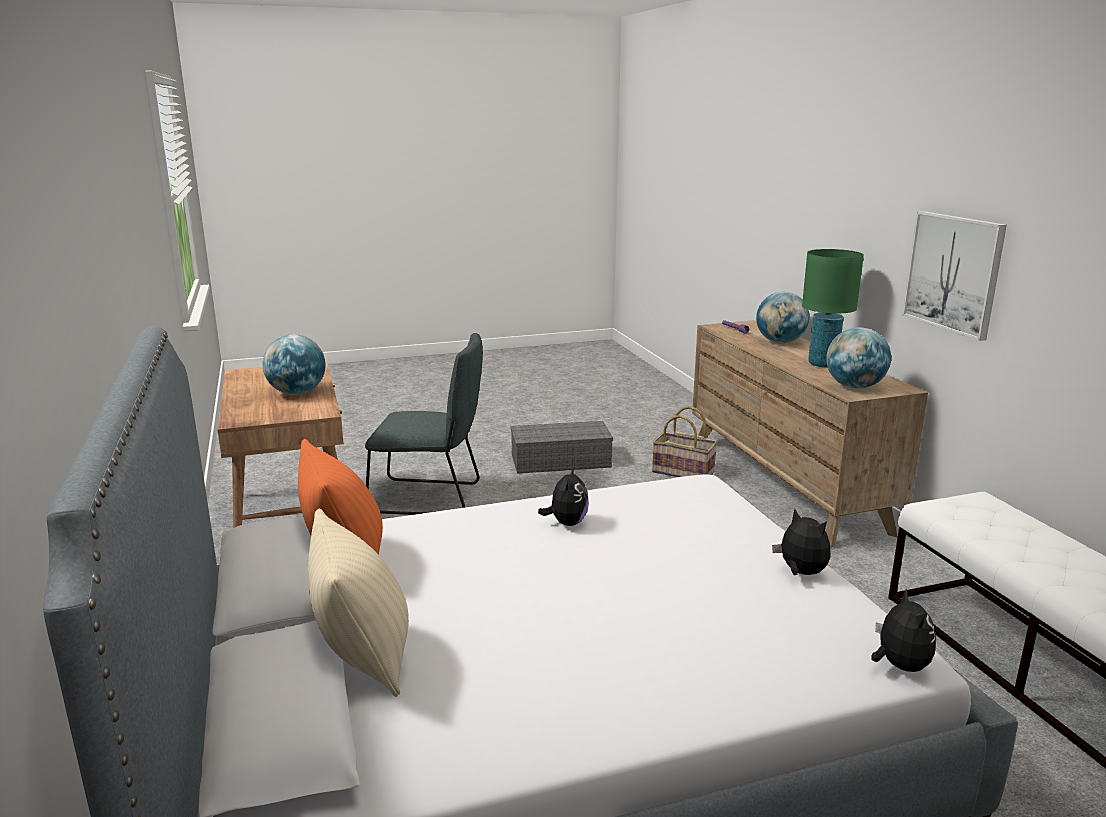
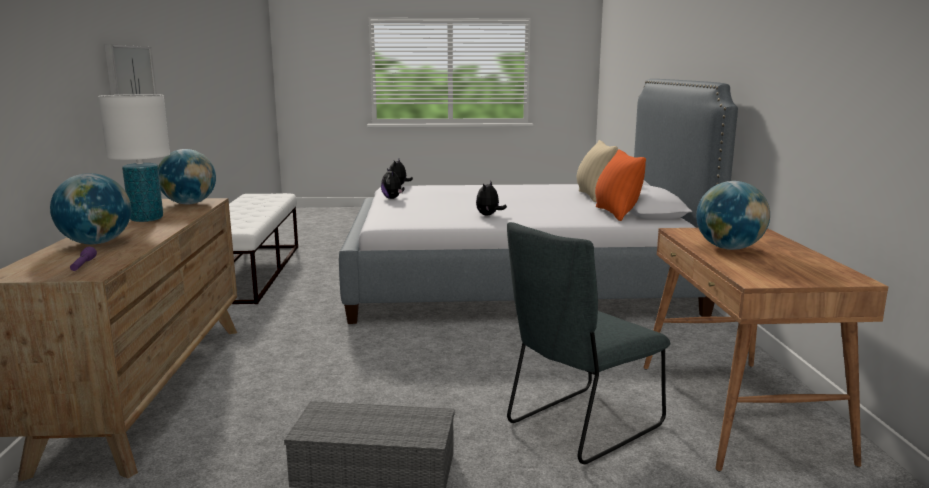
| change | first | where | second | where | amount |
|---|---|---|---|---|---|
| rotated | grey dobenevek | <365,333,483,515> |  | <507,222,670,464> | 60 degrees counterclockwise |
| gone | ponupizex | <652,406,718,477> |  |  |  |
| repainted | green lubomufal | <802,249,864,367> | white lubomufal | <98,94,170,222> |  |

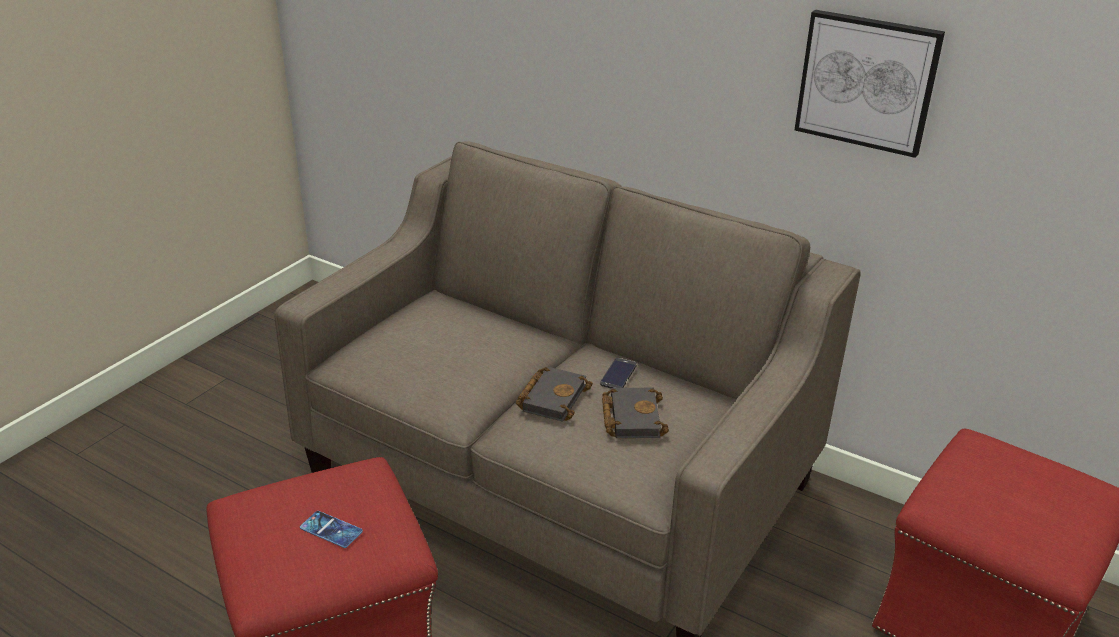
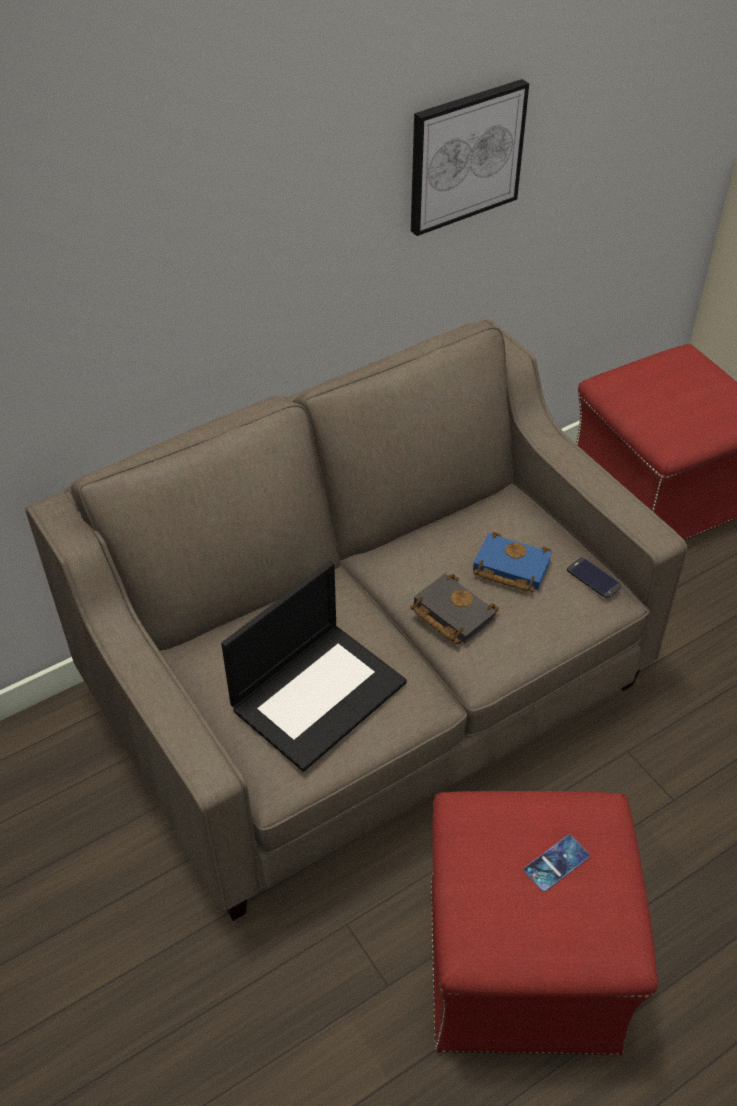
| change | first | where | second | where | amount |
|---|---|---|---|---|---|
| shifted | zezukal | <600,358,637,388> |  | <567,557,621,598> |  |
| repainted | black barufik | <602,388,669,438> | blue barufik | <473,532,552,592> |  |
| new |  |  | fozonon | <221,561,407,772> |  |

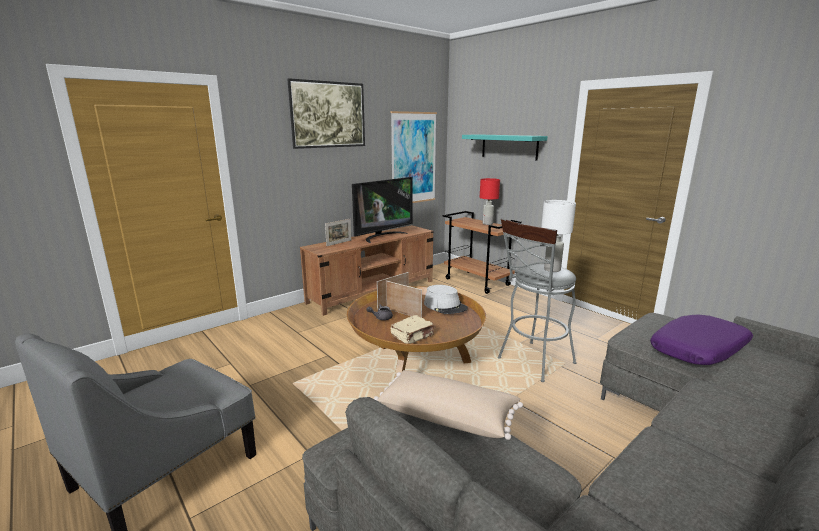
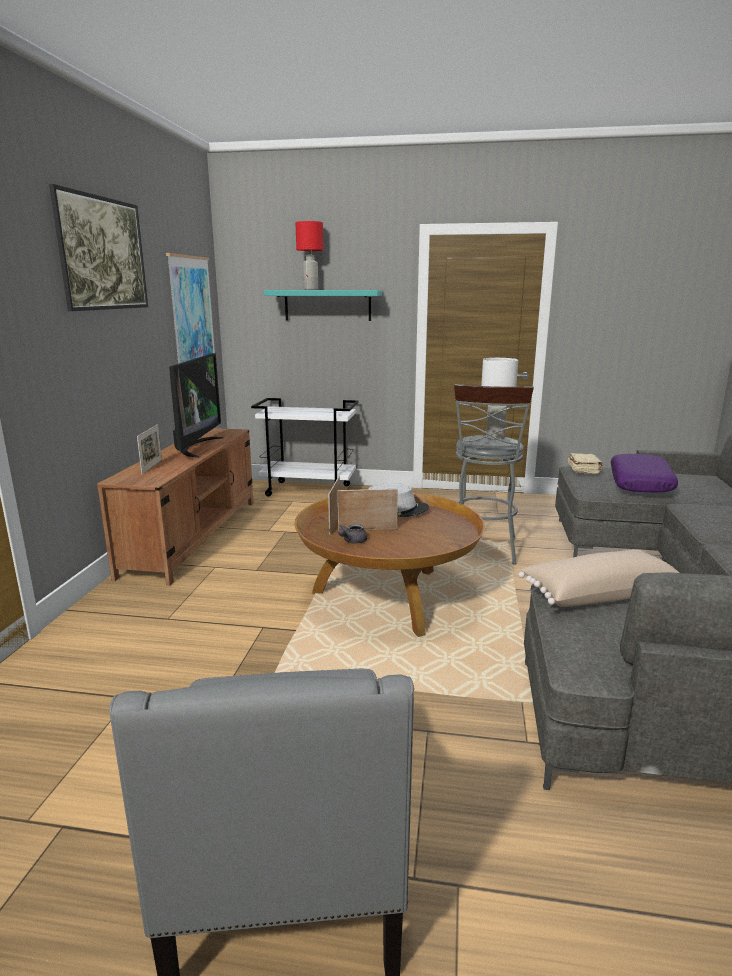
| change | first | where | second | where | amount |
|---|---|---|---|---|---|
| shifted | beige barufik | <391,315,434,344> |  | <568,453,603,474> |  |
| repainted | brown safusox | <443,211,522,294> | white safusox | <251,398,358,496> |  |
| shifted | red lubomufal | <480,178,500,225> |  | <295,221,324,290> |  |

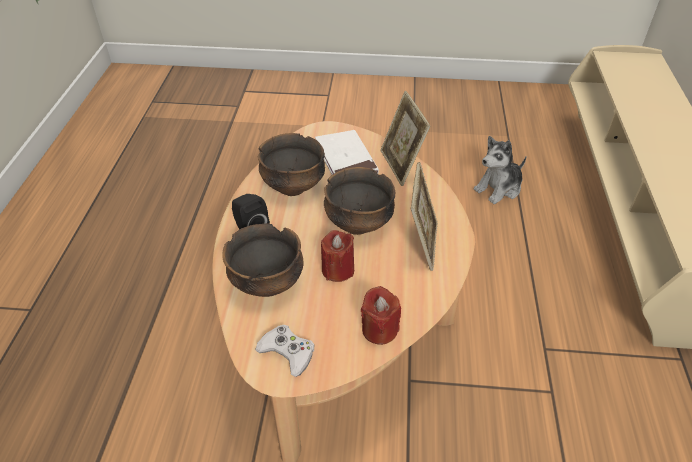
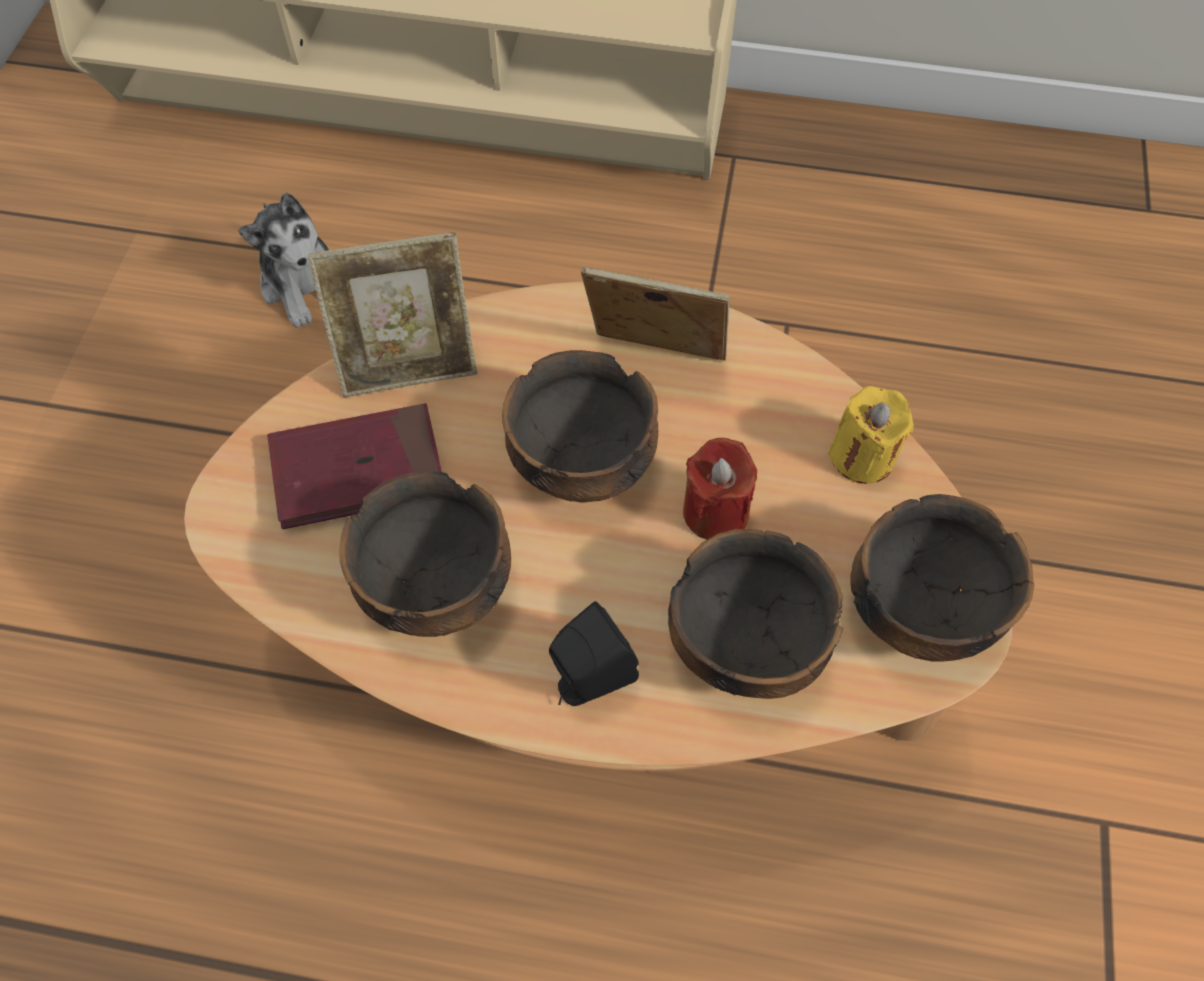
| change | first | where | second | where | amount |
|---|---|---|---|---|---|
| swapped | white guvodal | <255,325,314,377> | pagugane | <851,494,1035,662> |  |
| repainted | white barufik | <315,130,379,175> | red barufik | <267,403,442,529> |  |
| repainted | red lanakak | <361,286,401,345> | yellow lanakak | <828,386,914,484> |  |

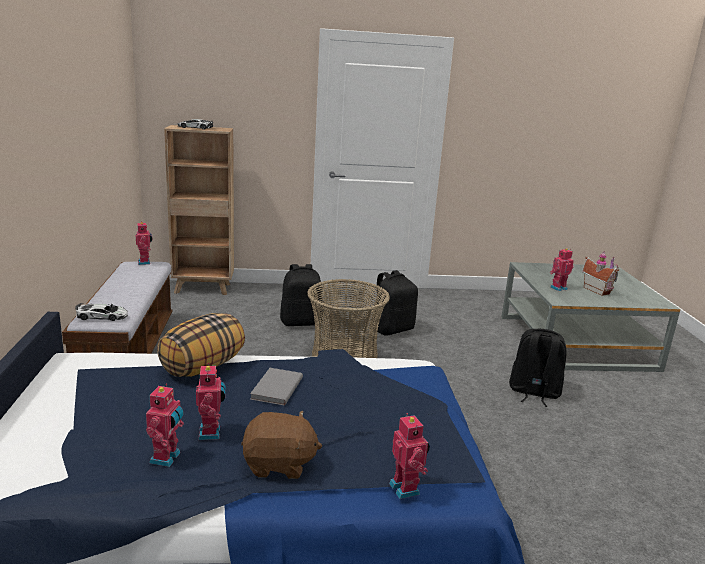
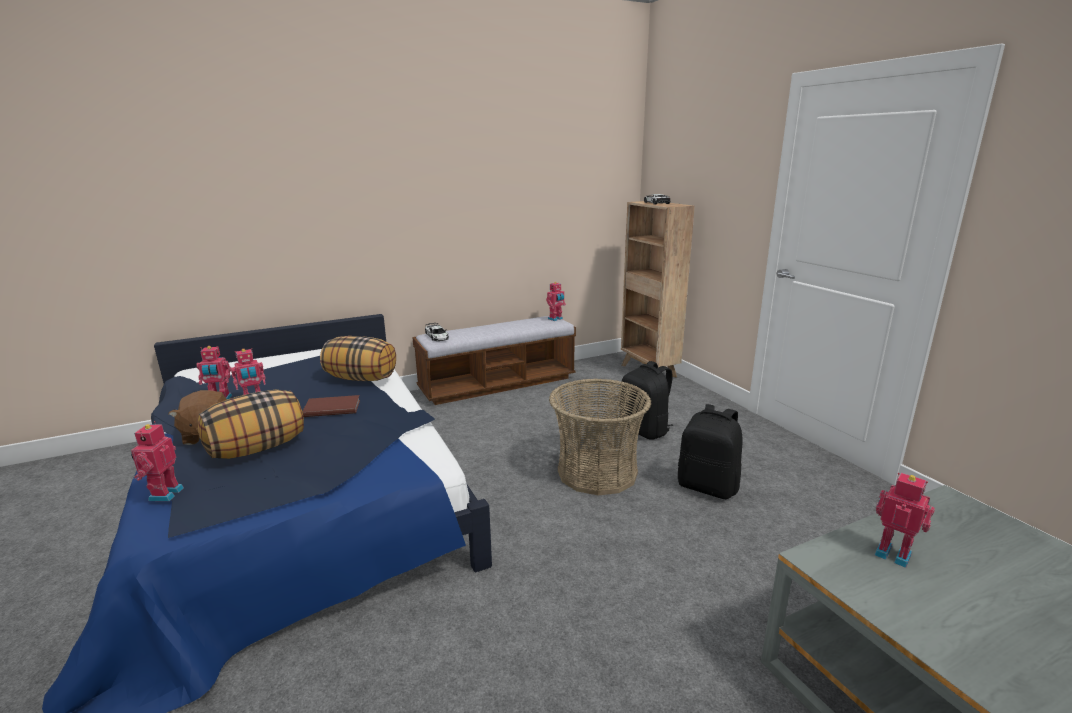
| change | first | where | second | where | amount |
|---|---|---|---|---|---|
| repainted | grey barufik | <250,368,303,405> | brown barufik | <302,395,360,417> |  |
| rotated | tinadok | <389,413,430,499> |  | <131,421,184,501> | 135 degrees clockwise |
| gone | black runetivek | <509,329,567,407> |  |  |  |
| gone | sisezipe | <582,251,619,296> |  |  |  |
| new |  |  | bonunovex | <198,390,304,459> |  |

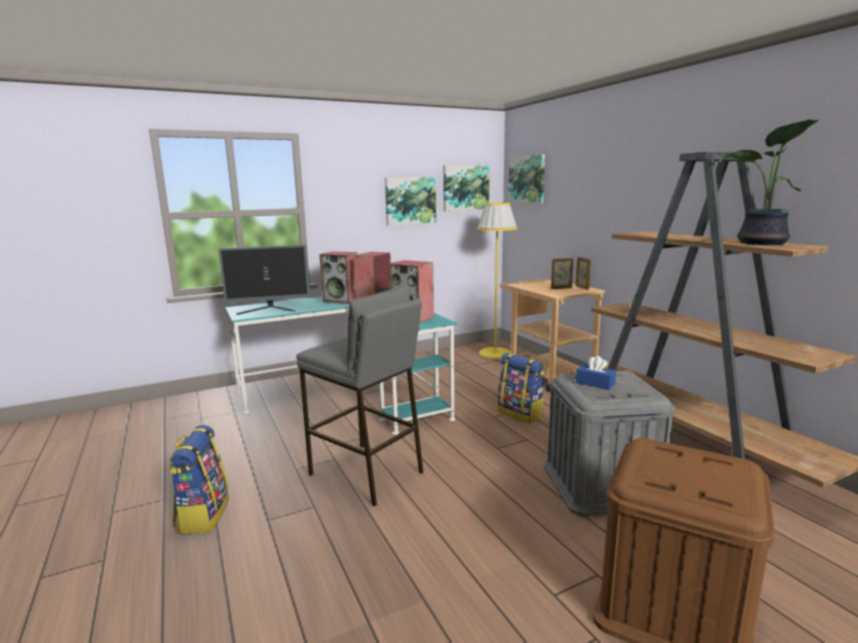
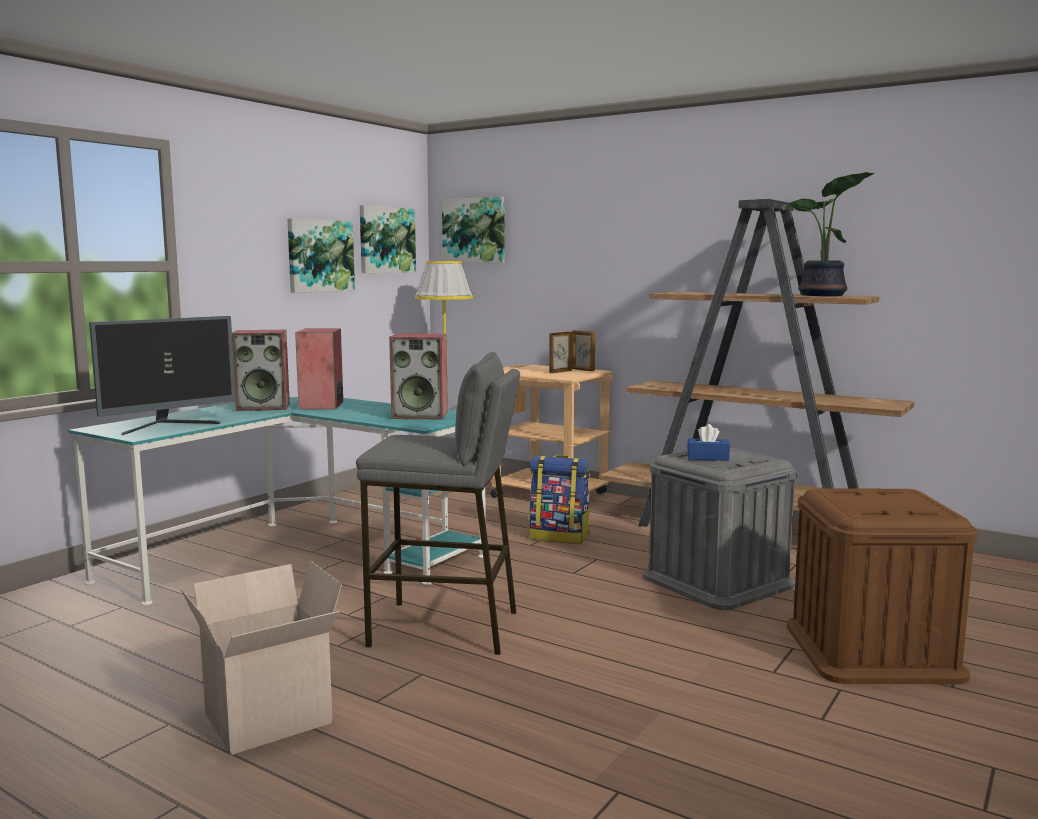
| change | first | where | second | where | amount |
|---|---|---|---|---|---|
| swapped | runetivek | <168,425,229,534> | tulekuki | <180,561,342,755> |  |

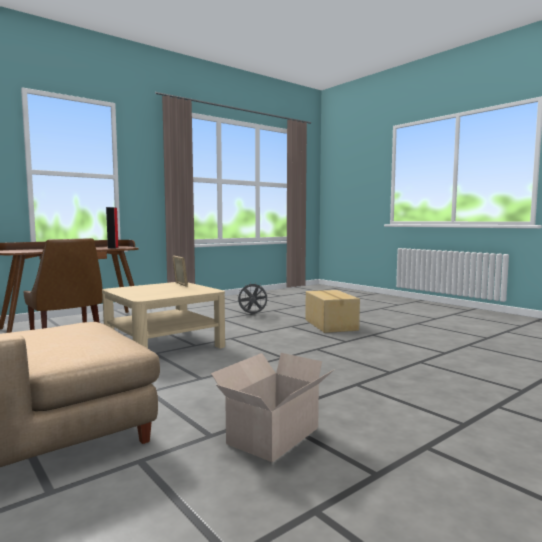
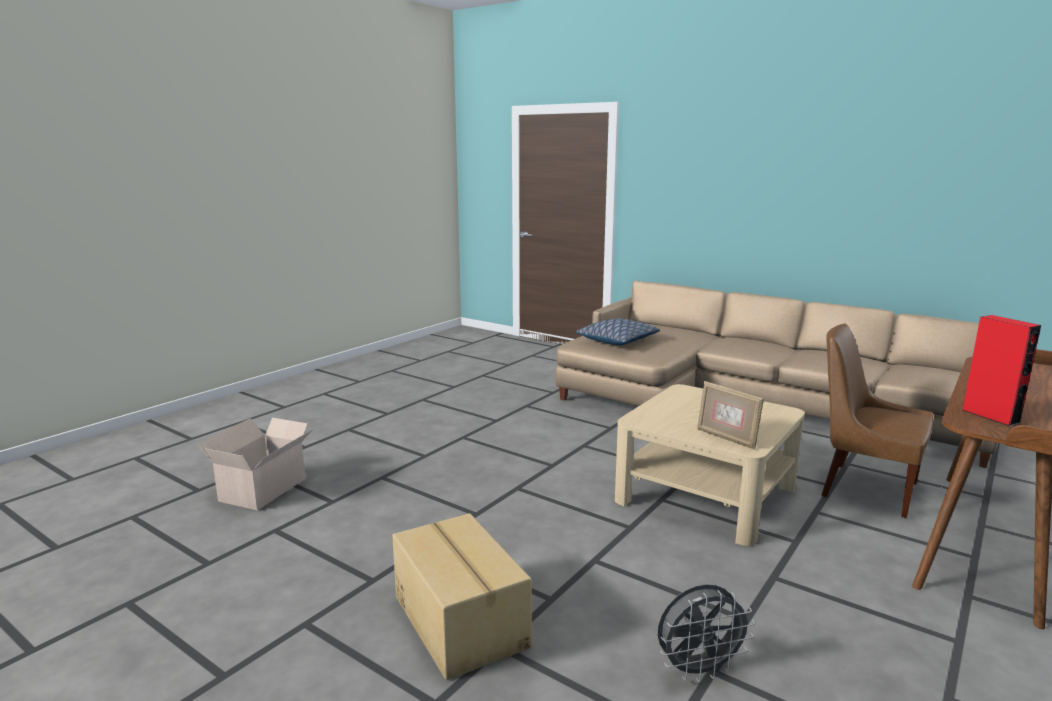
| change | first | where | second | where | amount |
|---|---|---|---|---|---|
| shifted | tulekuki | <211,353,335,462> |  | <198,418,313,510> |  |
| new |  |  | bonunovex | <576,318,660,345> |  |

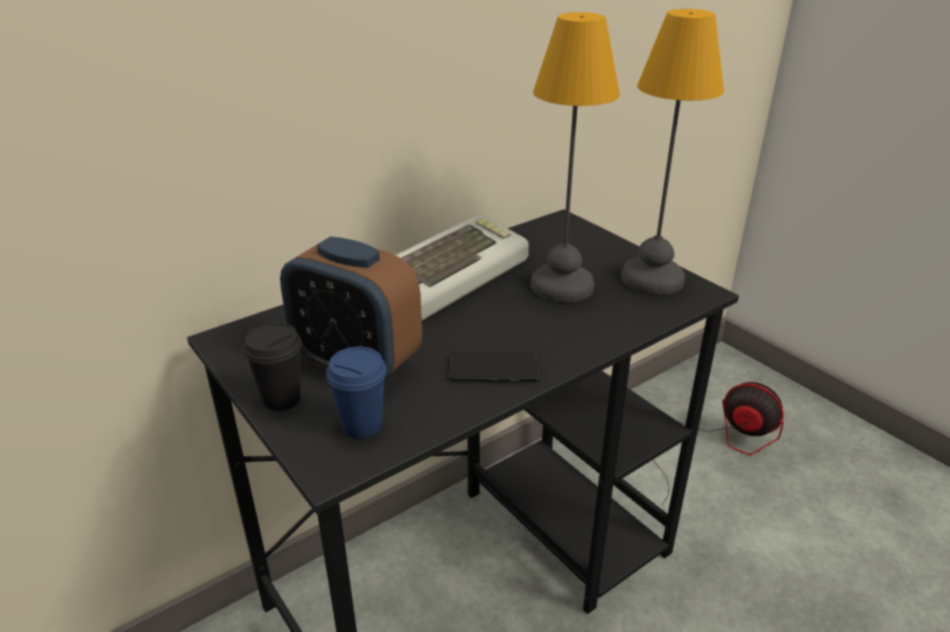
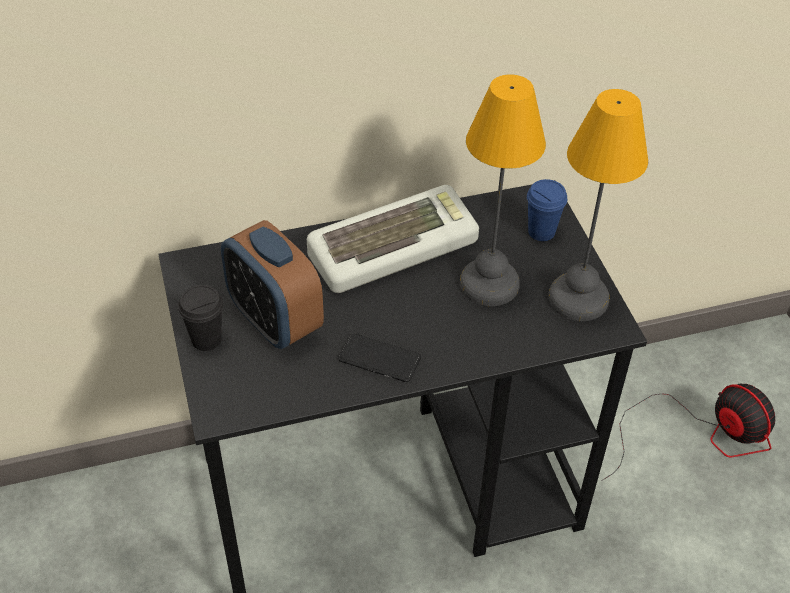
| change | first | where | second | where | amount |
|---|---|---|---|---|---|
| shifted | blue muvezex | <326,347,387,439> |  | <527,179,567,241> |  |

